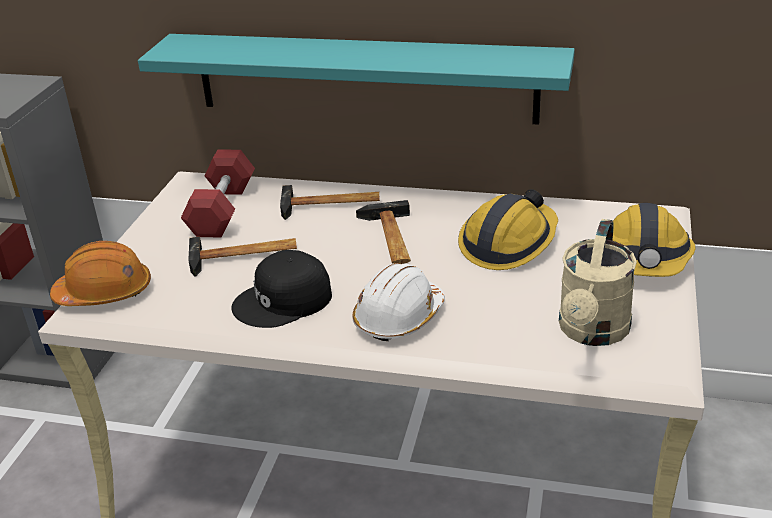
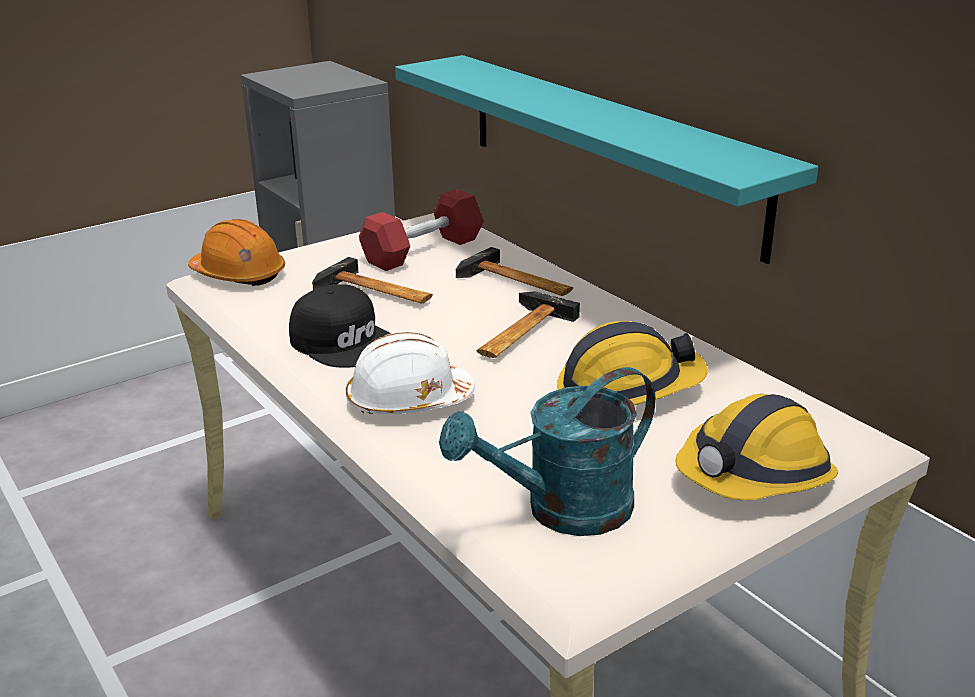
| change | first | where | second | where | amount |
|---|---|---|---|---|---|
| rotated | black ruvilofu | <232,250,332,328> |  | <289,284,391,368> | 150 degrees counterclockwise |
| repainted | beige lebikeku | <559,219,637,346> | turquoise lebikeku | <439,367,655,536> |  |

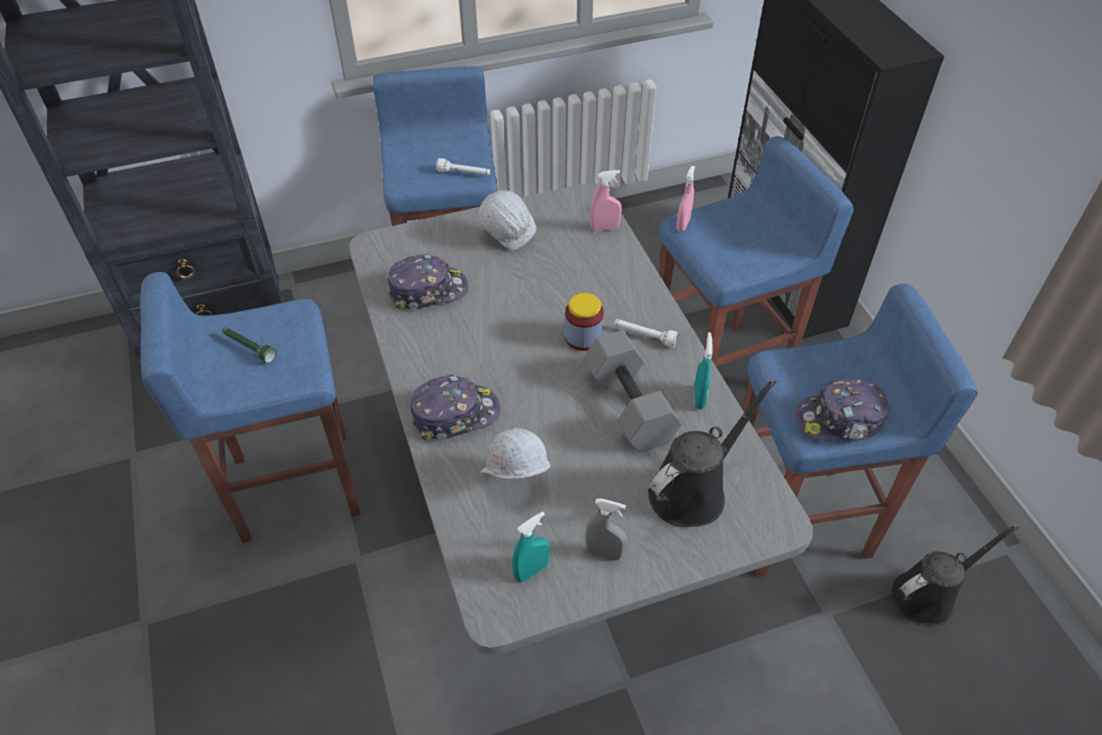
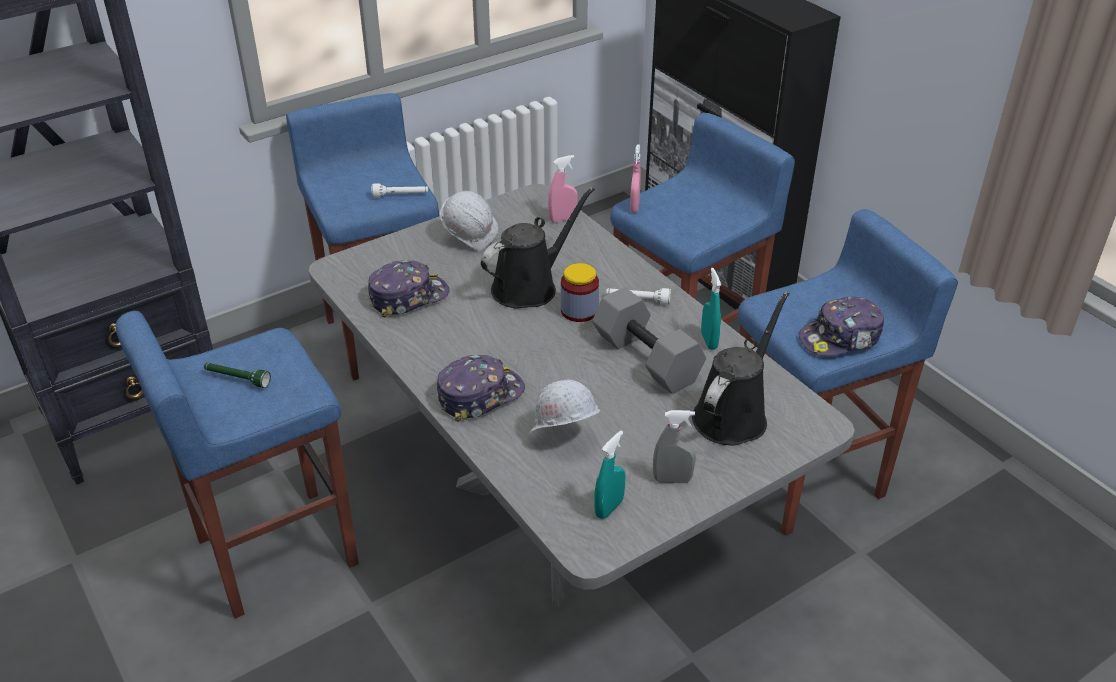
| change | first | where | second | where | amount |
|---|---|---|---|---|---|
| shifted | black lebikeku | <892,524,1019,626> |  | <481,187,595,308> |  |

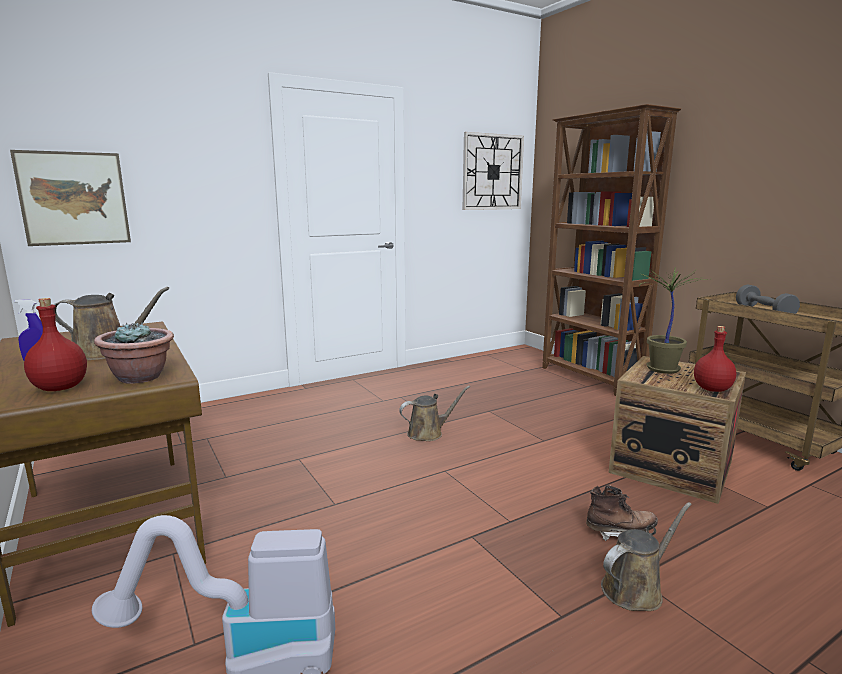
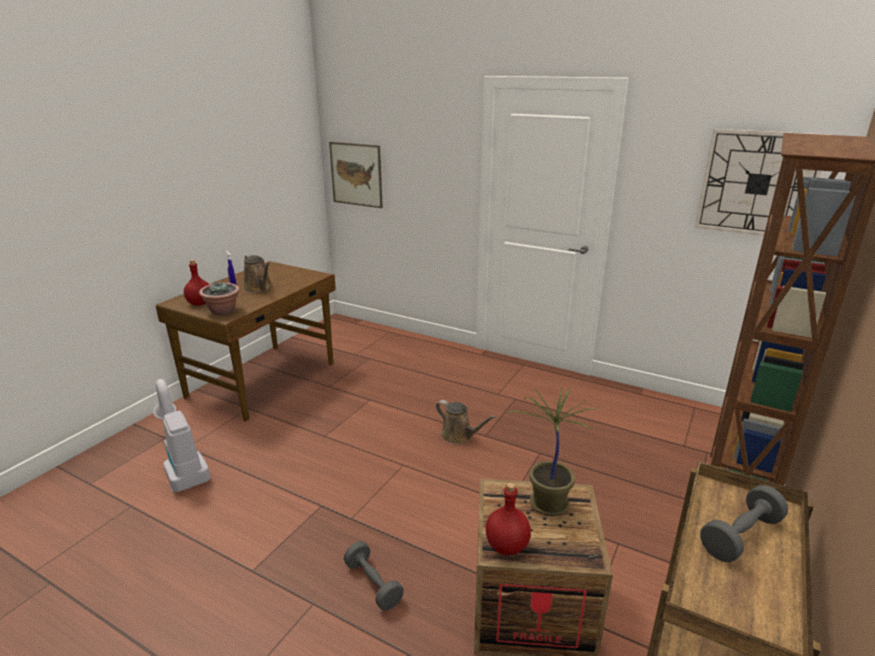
| change | first | where | second | where | amount |
|---|---|---|---|---|---|
| swapped | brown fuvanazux | <586,485,658,541> | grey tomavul | <344,541,404,610> |  |
| gone | brown lebikeku | <601,502,692,611> |  |  |  |

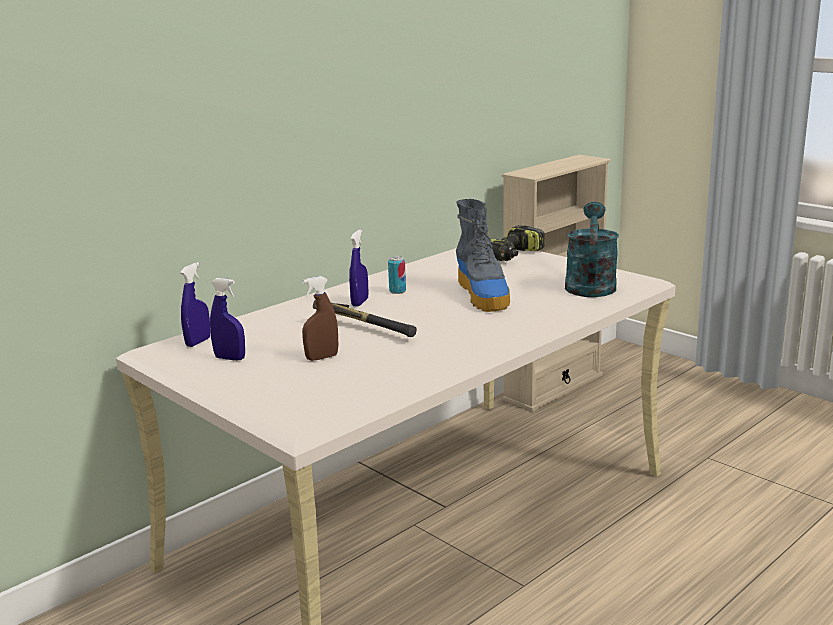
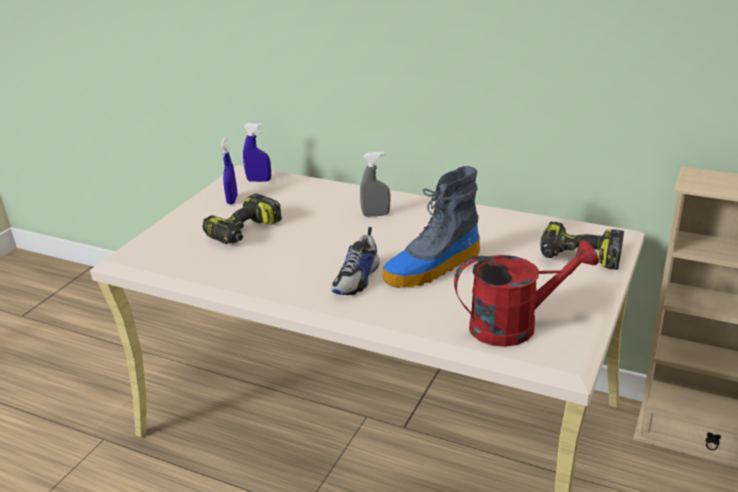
| change | first | where | second | where | amount |
|---|---|---|---|---|---|
| swapped | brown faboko | <302,276,338,361> | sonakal | <202,193,282,244> |  |
| gone | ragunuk | <313,300,417,337> |  |  |  |
| repainted | blue faboko | <349,229,368,307> | grey faboko | <360,152,390,217> |  |
| gone | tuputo | <388,256,406,294> |  |  |  |
| repainted | turquoise lebikeku | <565,202,619,297> | red lebikeku | <454,240,599,347> |  |
| new |  |  | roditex | <331,227,379,295> |  |

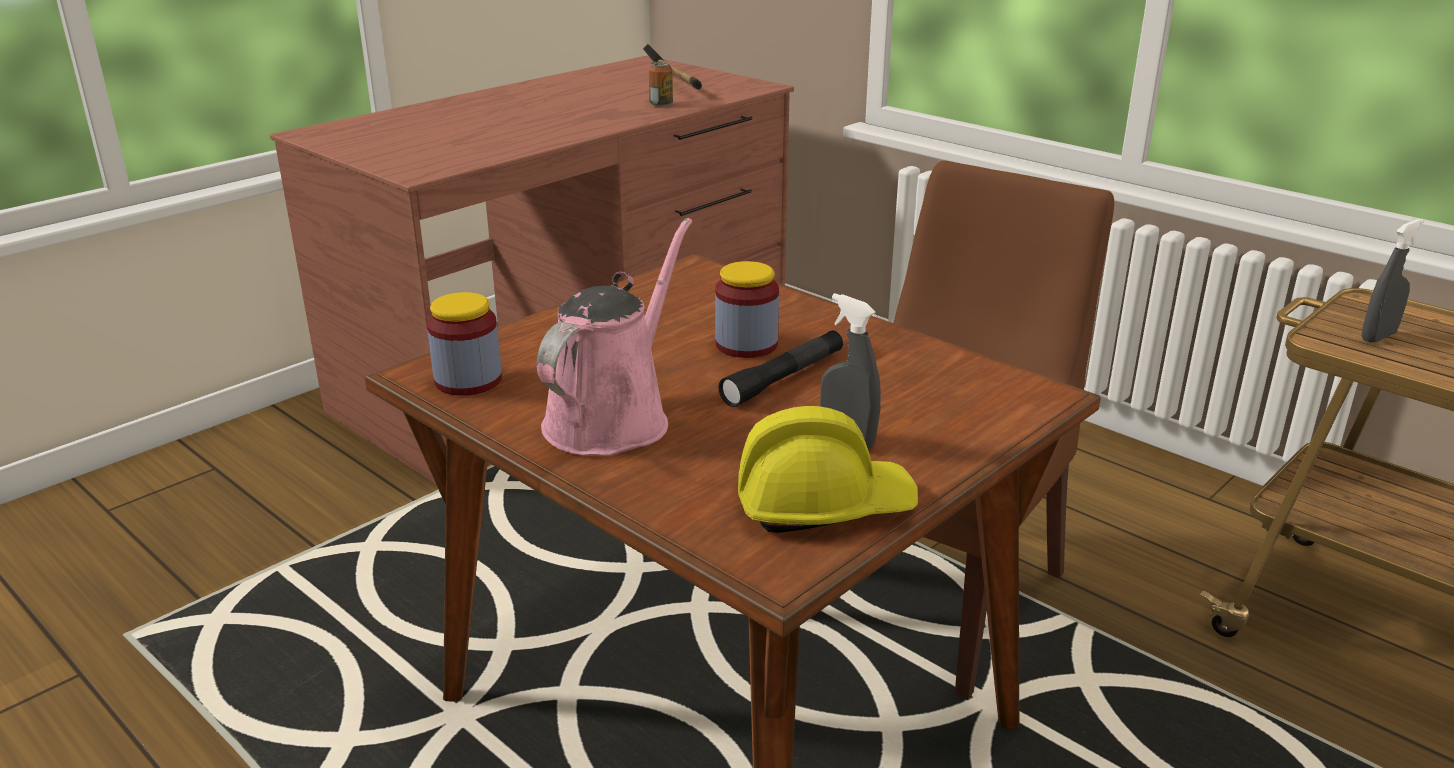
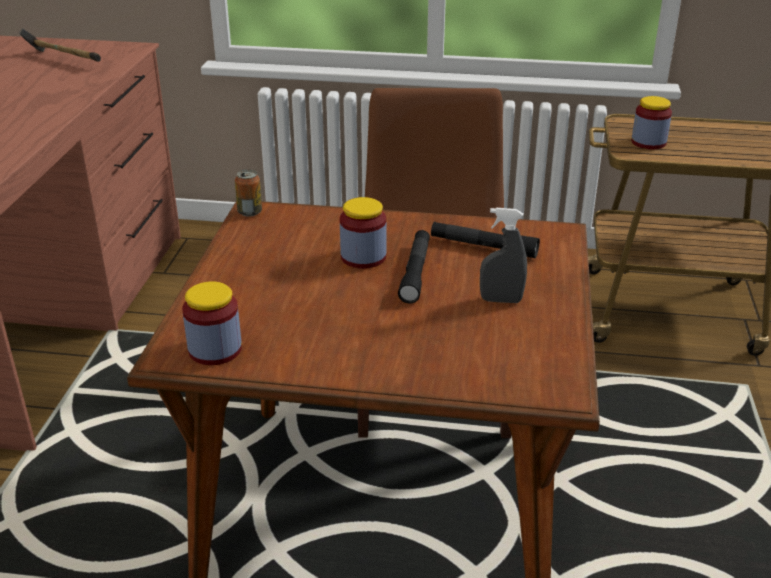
| change | first | where | second | where | amount |
|---|---|---|---|---|---|
| gone | pink lebikeku | <537,218,692,456> |  |  |  |
| shifted | tuputo | <649,61,673,107> |  | <235,169,262,217> |  |
| gone | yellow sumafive | <738,406,918,533> |  |  |  |
| swapped | grey faboko | <1362,219,1424,343> | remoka | <631,96,672,149> |  |
| new |  |  | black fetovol | <431,222,540,258> |  |

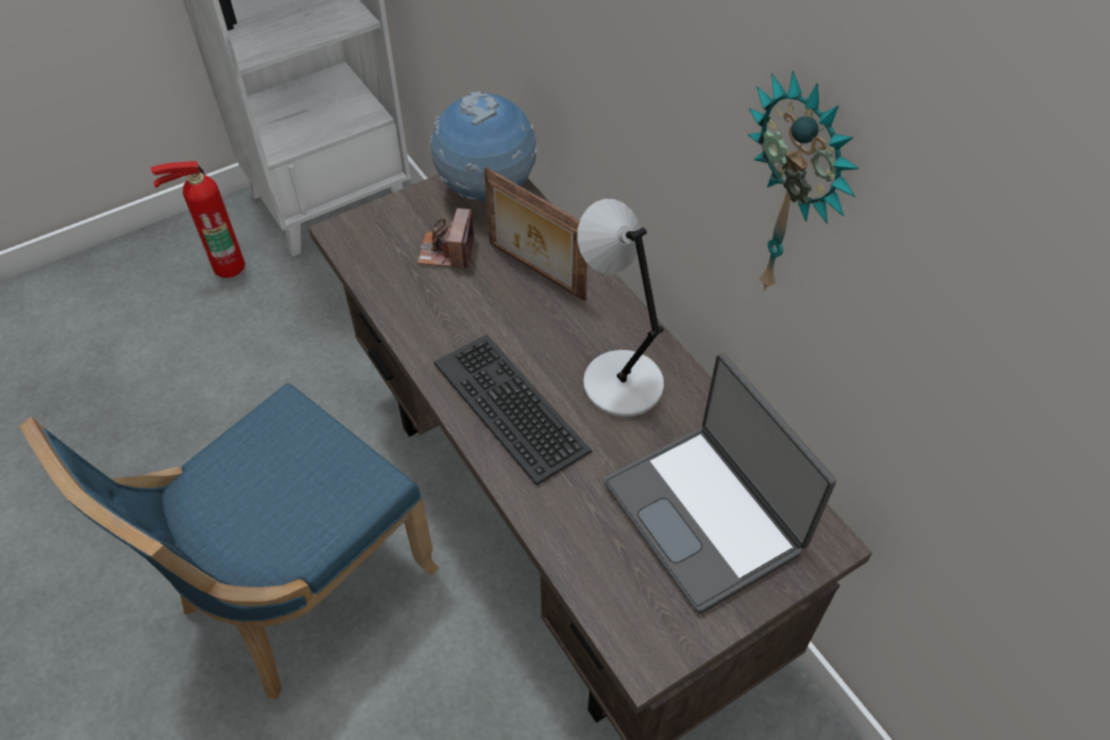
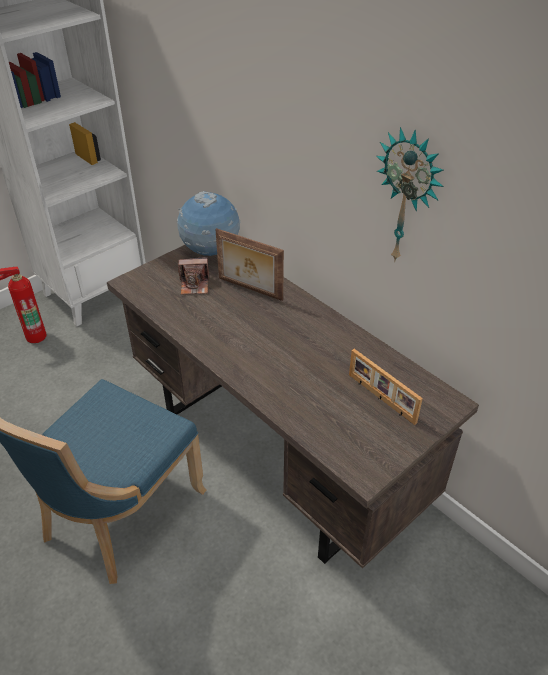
| change | first | where | second | where | amount |
|---|---|---|---|---|---|
| rotated | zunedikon | <418,208,474,269> |  | <178,257,209,295> | 90 degrees counterclockwise |
| gone | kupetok | <434,334,592,486> |  |  |  |
| gone | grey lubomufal | <577,199,664,417> |  |  |  |
| swapped | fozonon | <603,353,836,613> | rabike | <349,349,423,425> |  |

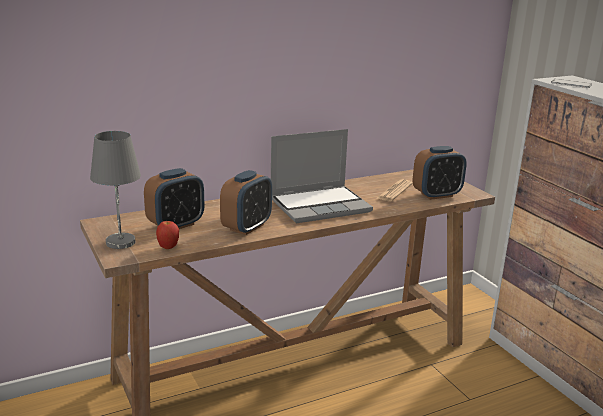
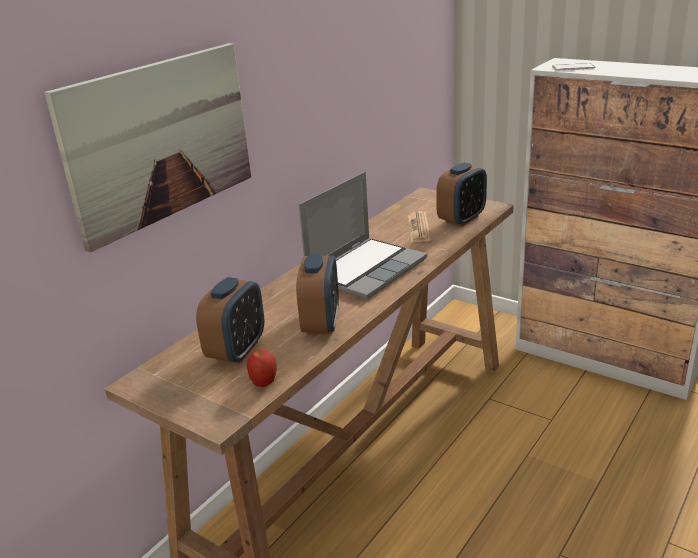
| change | first | where | second | where | amount |
|---|---|---|---|---|---|
| gone | grey lubomufal | <90,131,141,249> |  |  |  |
| new |  |  | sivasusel | <44,43,251,253> |  |

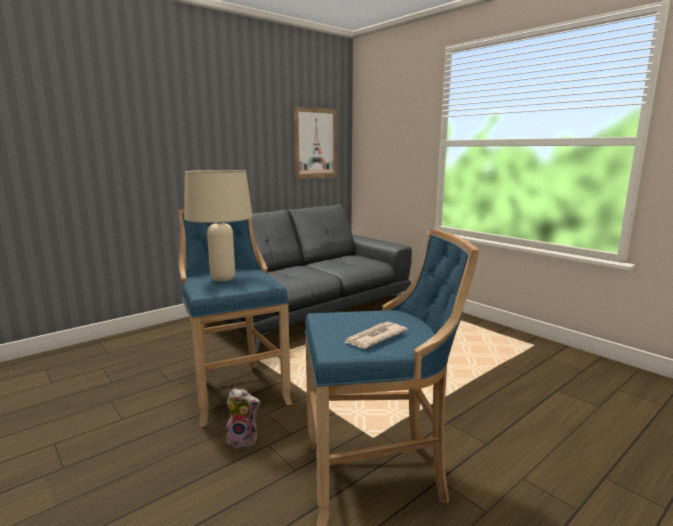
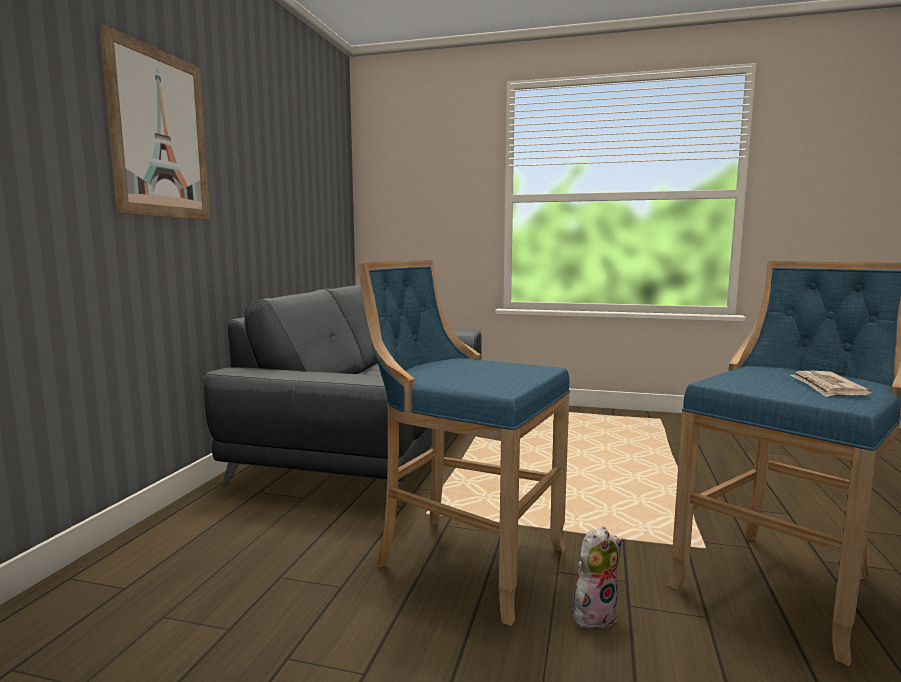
| change | first | where | second | where | amount |
|---|---|---|---|---|---|
| gone | beige lubomufal | <184,170,253,282> |  |  |  |
| shifted | sivasusel | <293,106,337,179> |  | <99,24,210,220> |  |

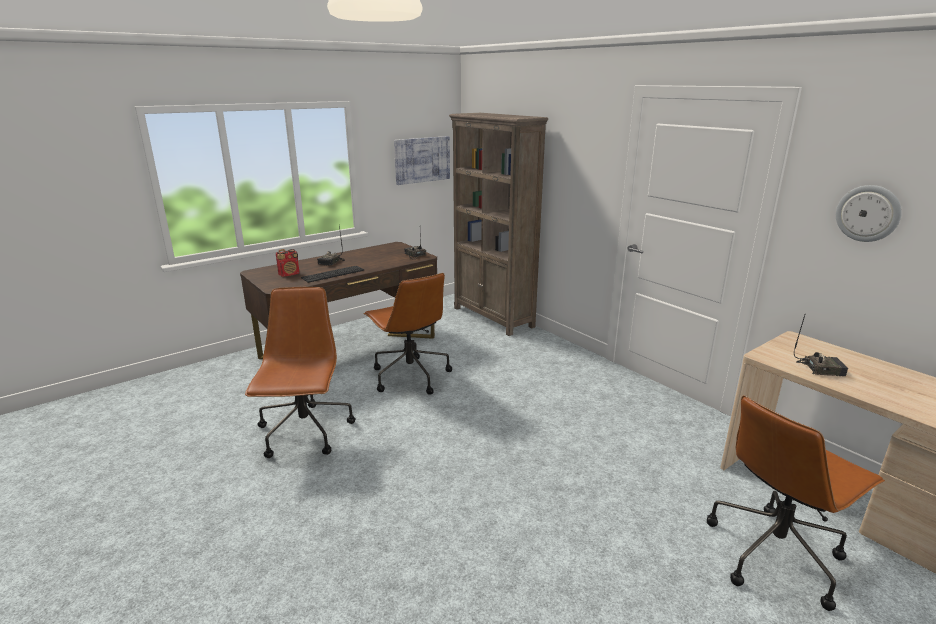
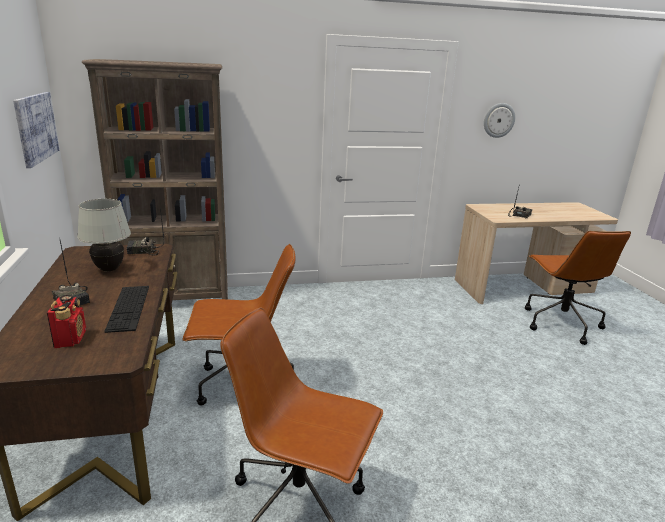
| change | first | where | second | where | amount |
|---|---|---|---|---|---|
| new |  |  | white lubomufal | <77,199,131,272> |  |

